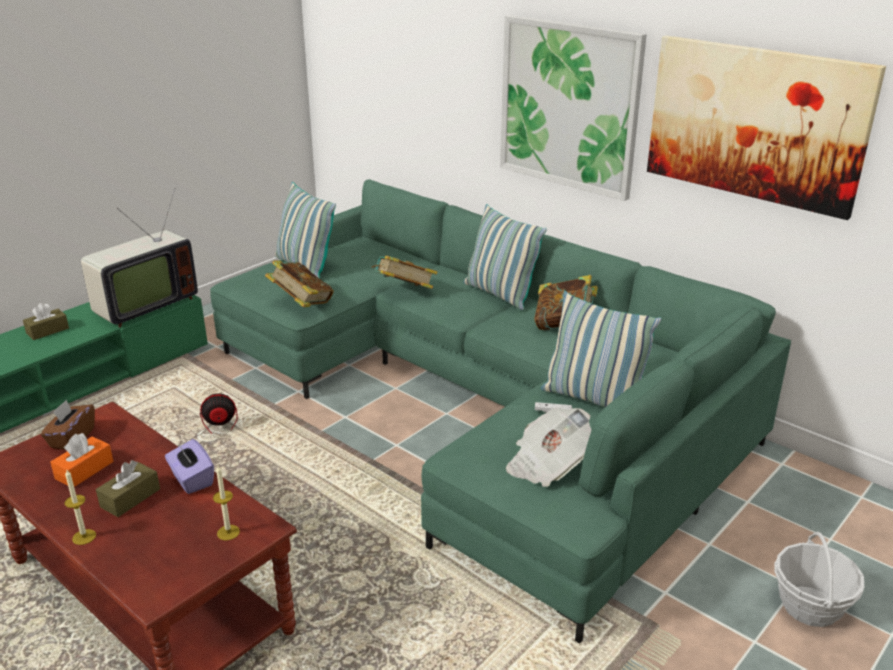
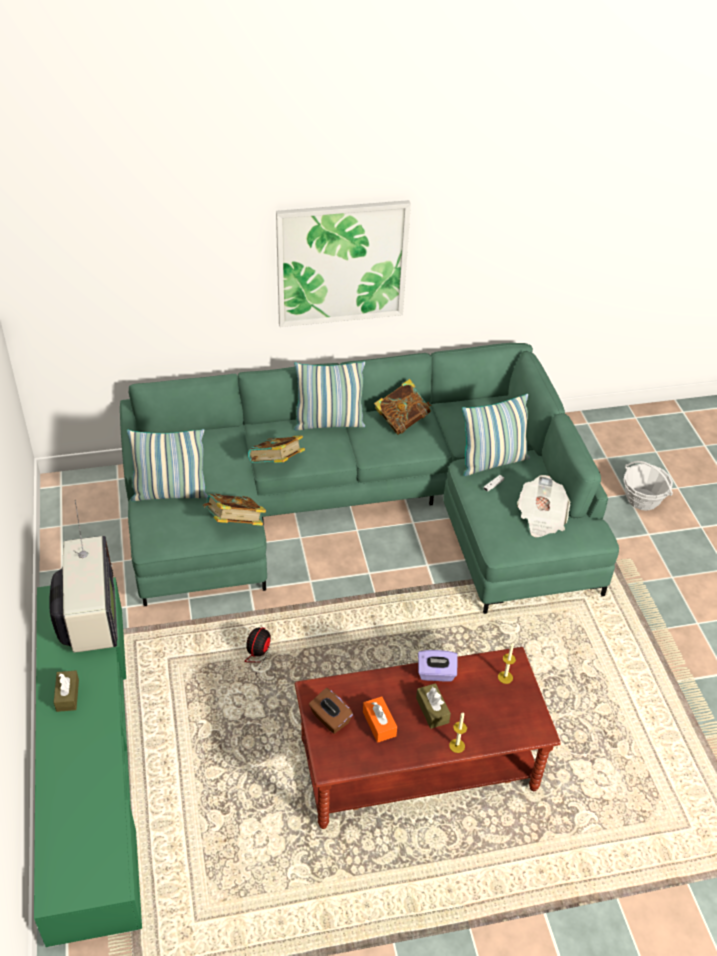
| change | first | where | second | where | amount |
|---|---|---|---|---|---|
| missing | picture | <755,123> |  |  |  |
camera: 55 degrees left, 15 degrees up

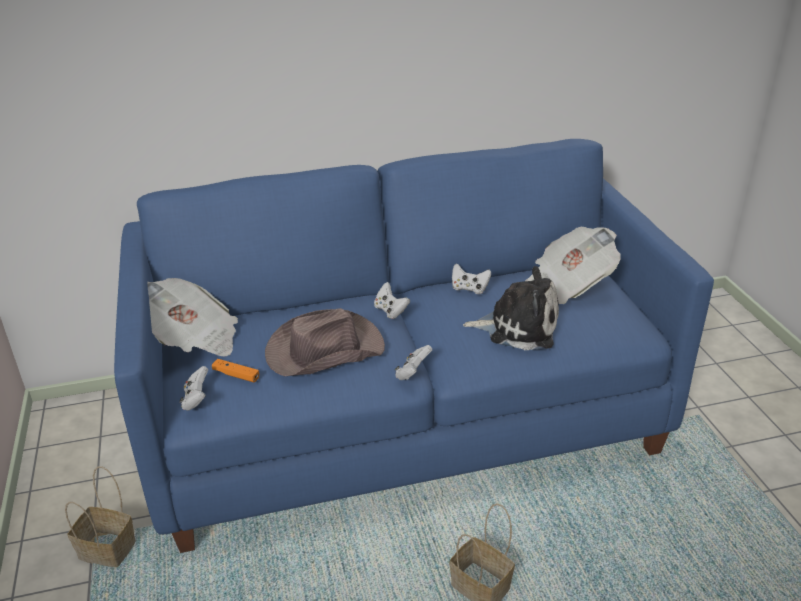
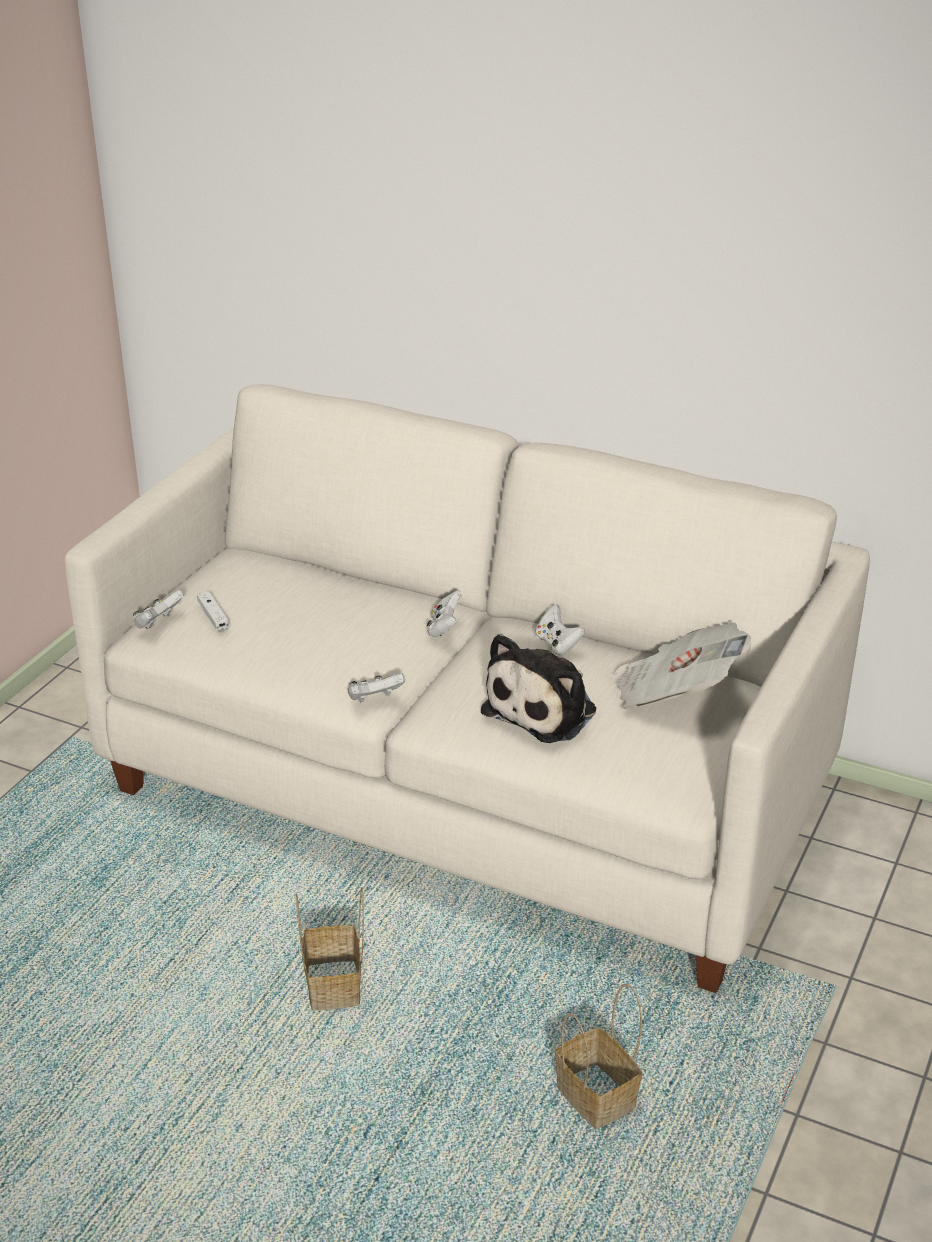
| change | first | where | second | where | amount |
|---|---|---|---|---|---|
| missing | newspaper | <193,339> |  |  |  |
| missing | hat in brown | <323,350> |  |  |  |
| relocated | basket | <109,549> |  | <598,1098> |  |
| colour | sofa in blue | <402,420> | sofa in white | <467,789> |  |
| colour | game controller in orange | <236,375> | game controller in white | <213,616> |  |
| spun | plush toy | <518,327> |  | <544,709> | 75 degrees clockwise |
camera: 40 degrees right, 0 degrees up

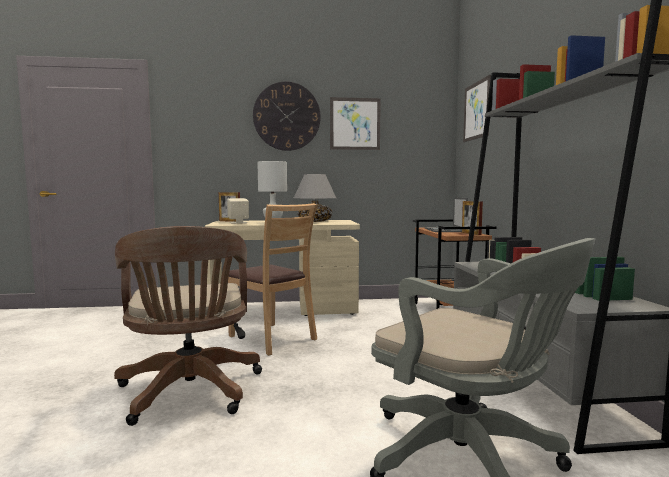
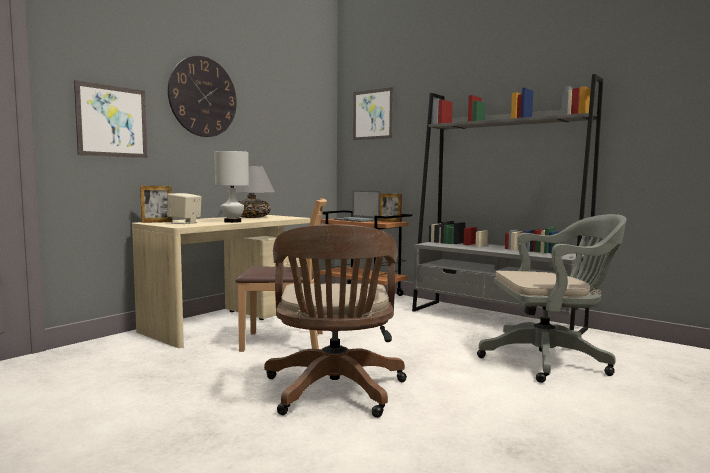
| change | first | where | second | where | amount |
|---|---|---|---|---|---|
| relocated | picture | <355,124> |  | <112,121> |  |
| spun | office chair in brown | <190,393> |  | <334,392> | 60 degrees clockwise |
camera: 45 degrees left, 0 degrees up

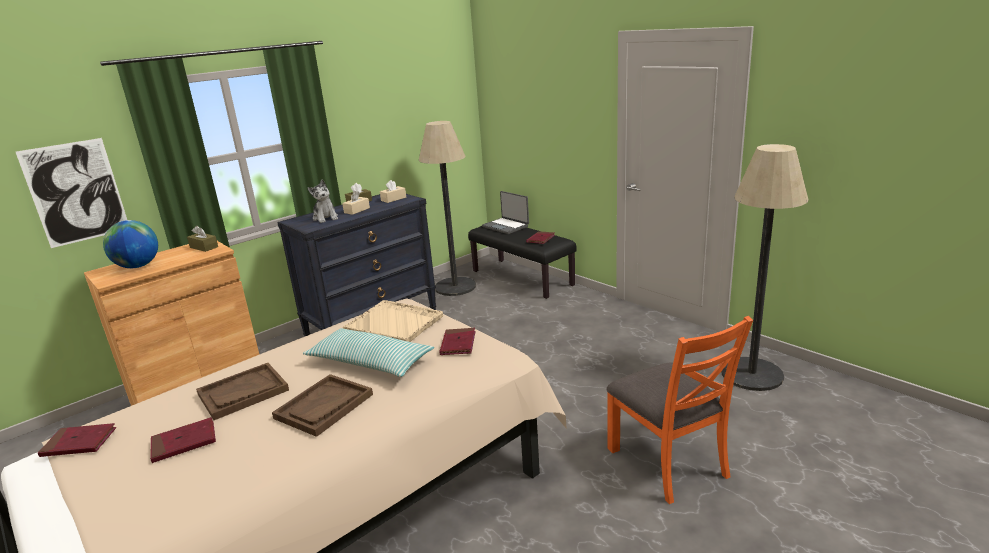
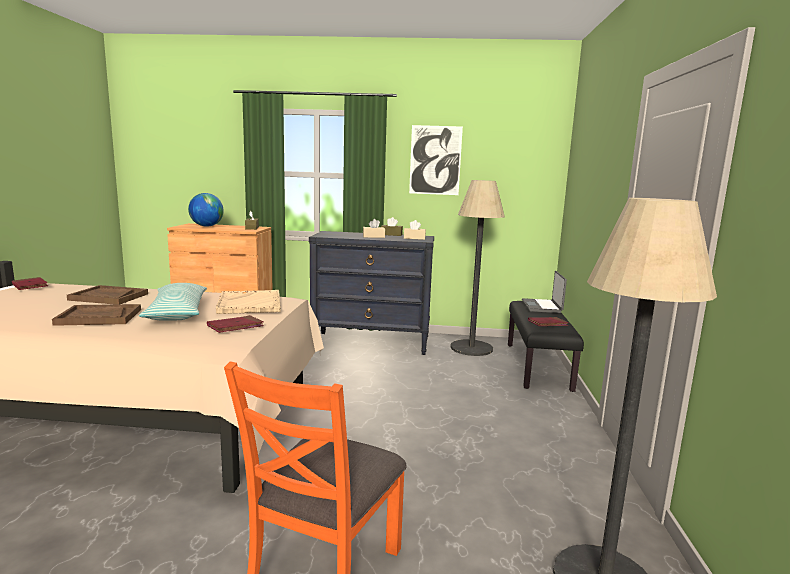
| change | first | where | second | where | amount |
|---|---|---|---|---|---|
| missing | book in red | <184,442> |  |  |  |
| missing | plush toy | <325,218> |  |  |  |
| relocated | picture | <76,192> |  | <435,160> |  |
camera: 45 degrees right, 10 degrees down

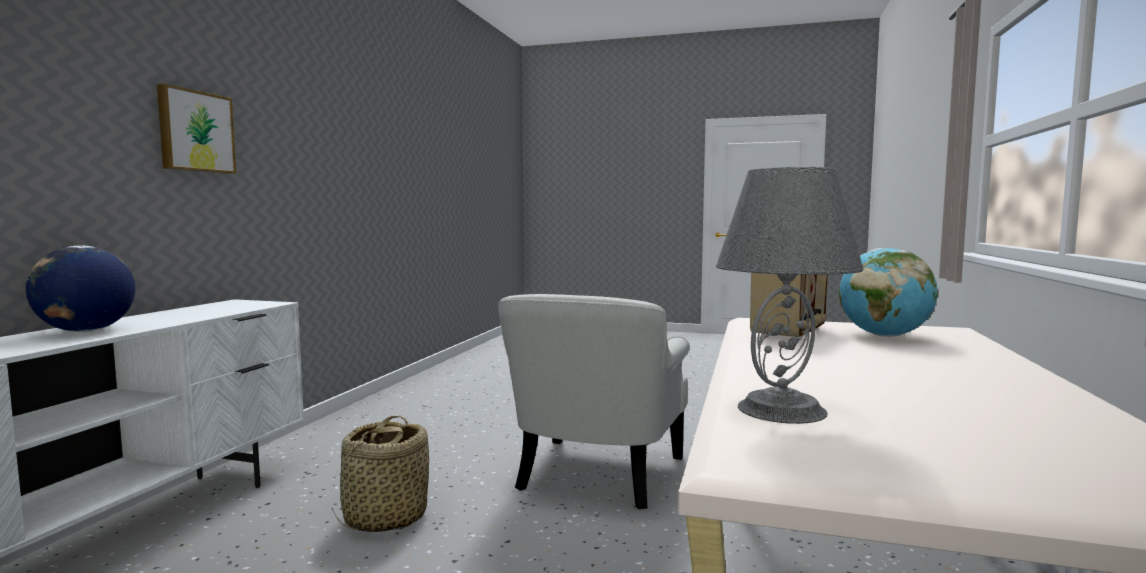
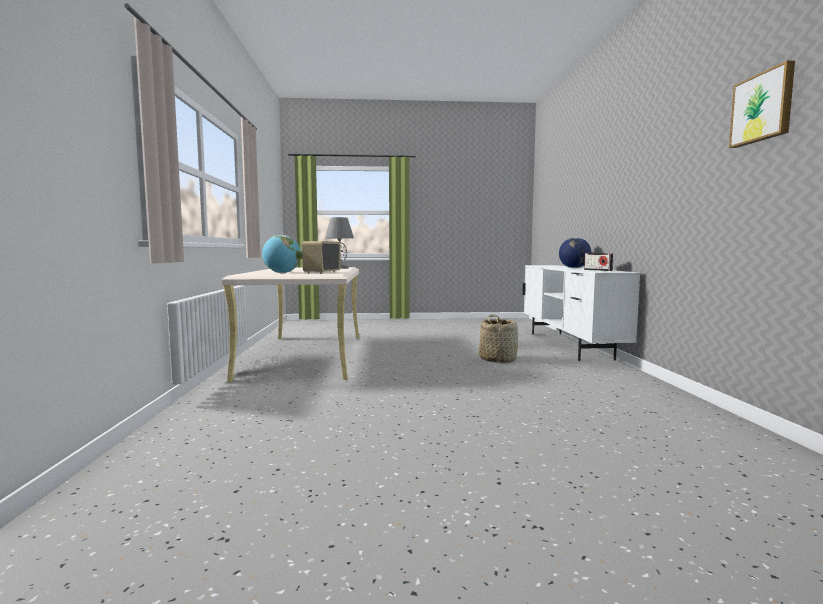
| change | first | where | second | where | amount |
|---|---|---|---|---|---|
| missing | armchair in white | <597,473> |  |  |  |
| appeared |  |  | radio | <598,270> |  |
| relocated | picture | <195,131> |  | <763,107> |  |
camera: 160 degrees right, 0 degrees up

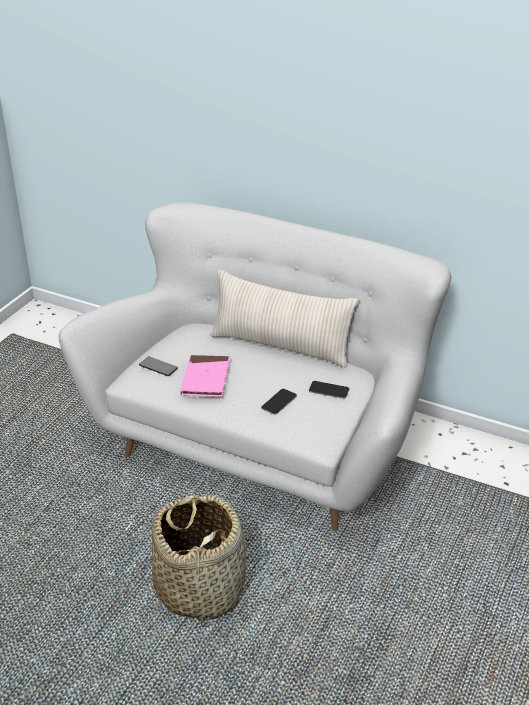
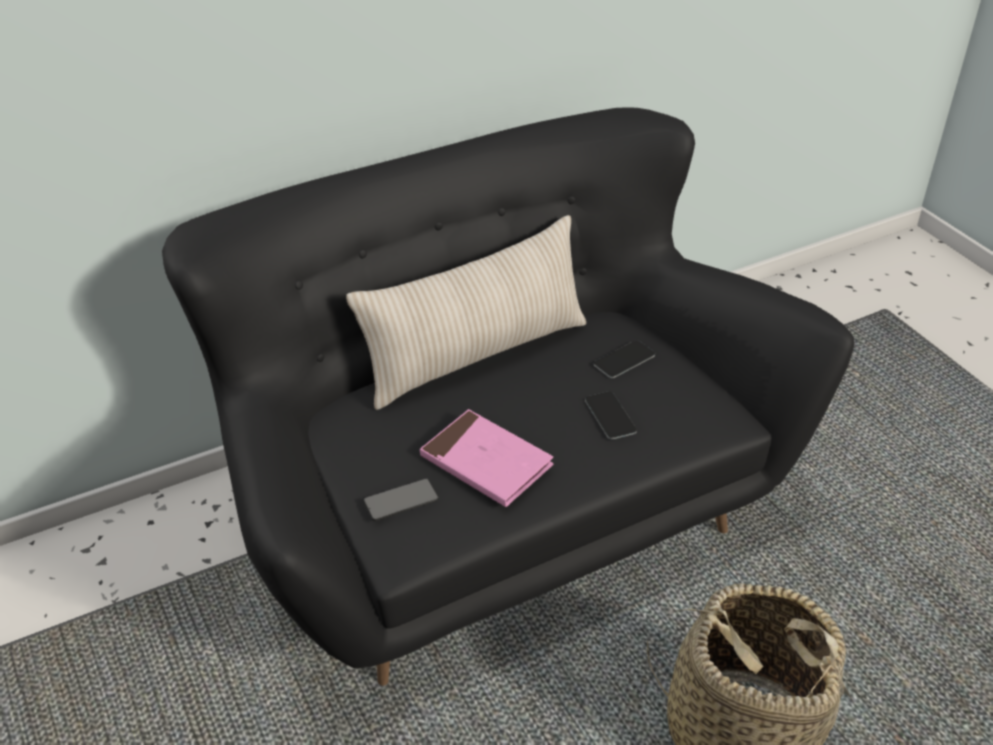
| change | first | where | second | where | amount |
|---|---|---|---|---|---|
| colour | sofa in white | <263,442> | sofa in black | <498,511> |  |
camera: 55 degrees left, 5 degrees up

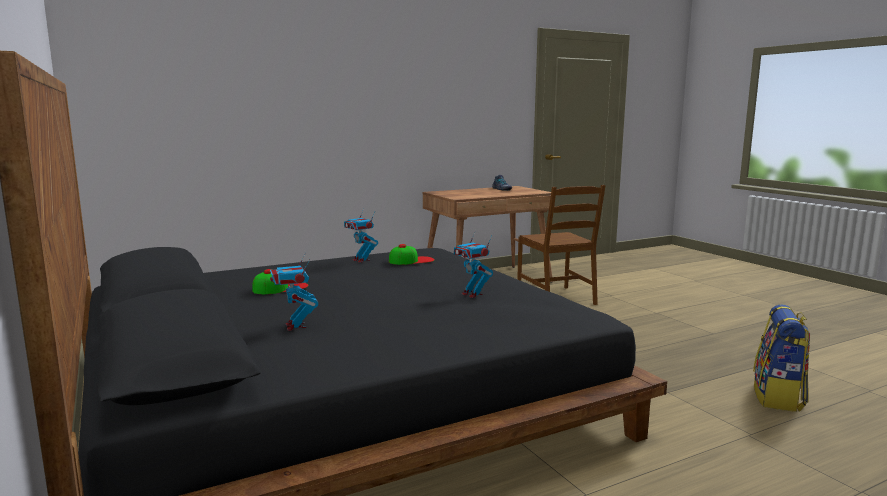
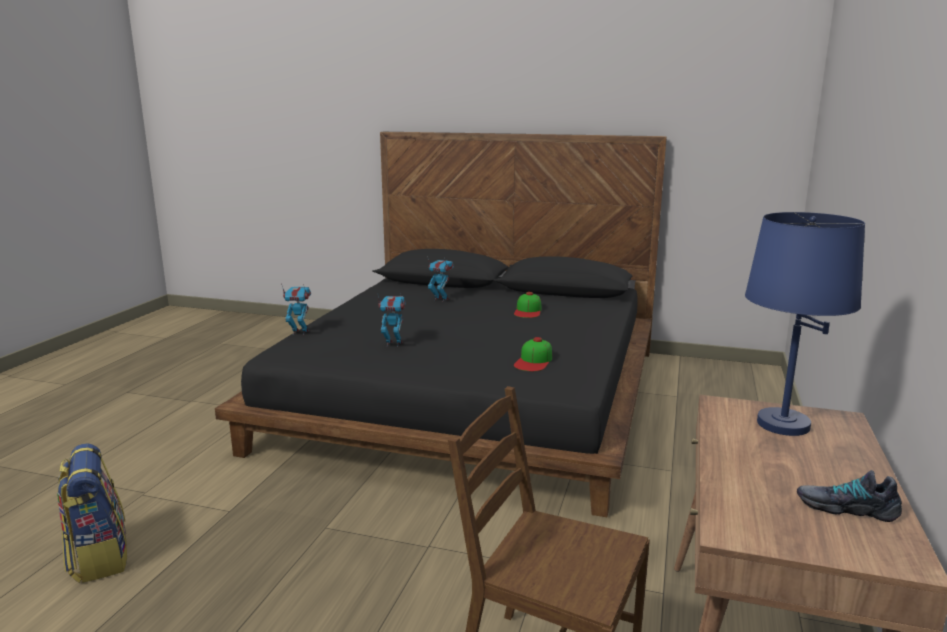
| change | first | where | second | where | amount |
|---|---|---|---|---|---|
| appeared |  |  | table lamp in blue | <782,424> |  |
| relocated | toy robot | <361,260> |  | <300,332> |  |
camera: 135 degrees right, 5 degrees up

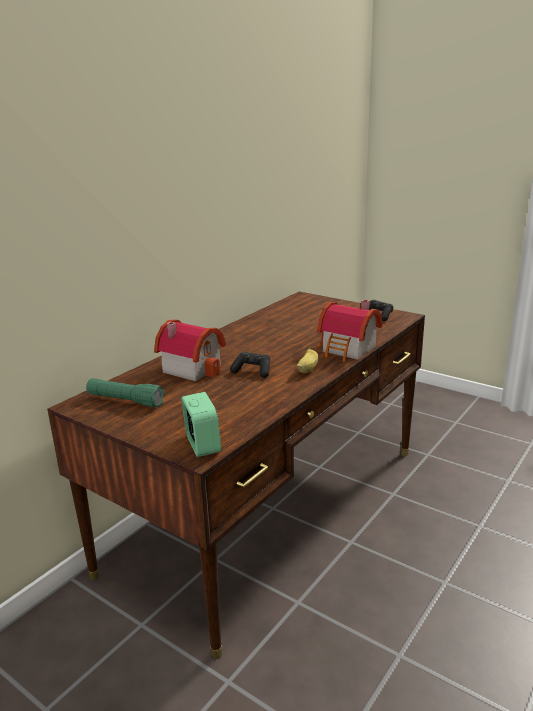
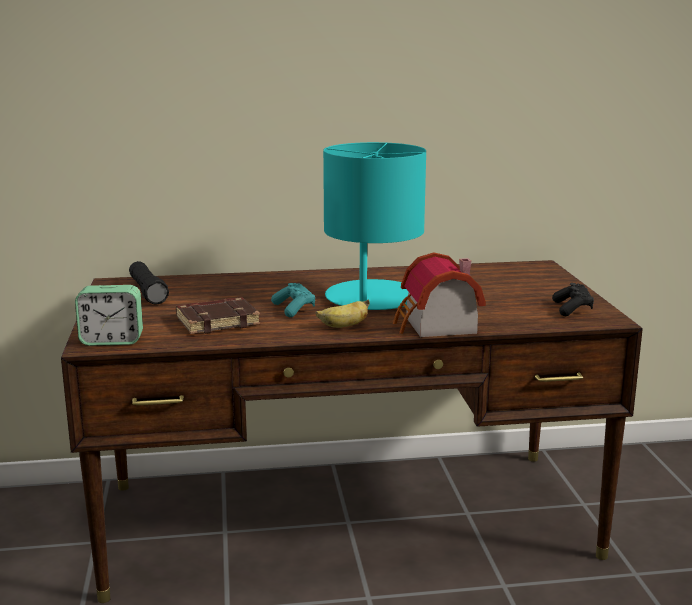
| change | first | where | second | where | amount |
|---|---|---|---|---|---|
| missing | toy house | <193,367> |  |  |  |
| appeared |  |  | book in brown | <218,321> |  |
| appeared |  |  | table lamp in turquoise | <373,298> |  |
| colour | flashlight in green | <125,401> | flashlight in black | <147,292> |  |
| colour | game controller in black | <252,371> | game controller in turquoise | <294,309> |  |
| spun | alarm clock | <202,445> |  | <112,341> | 60 degrees clockwise |
camera: 45 degrees right, 5 degrees down

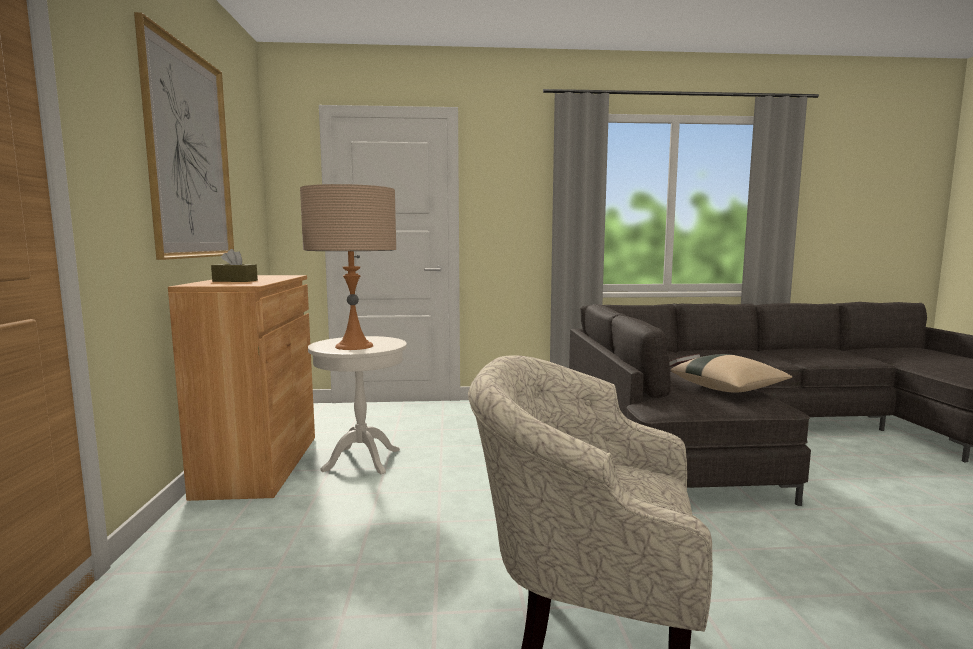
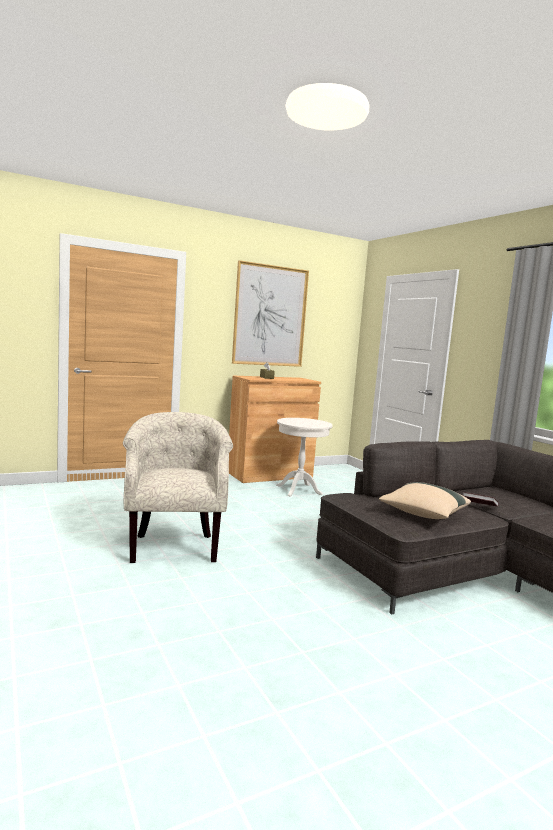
| change | first | where | second | where | amount |
|---|---|---|---|---|---|
| missing | table lamp in beige | <354,346> |  |  |  |
camera: 65 degrees right, 0 degrees up

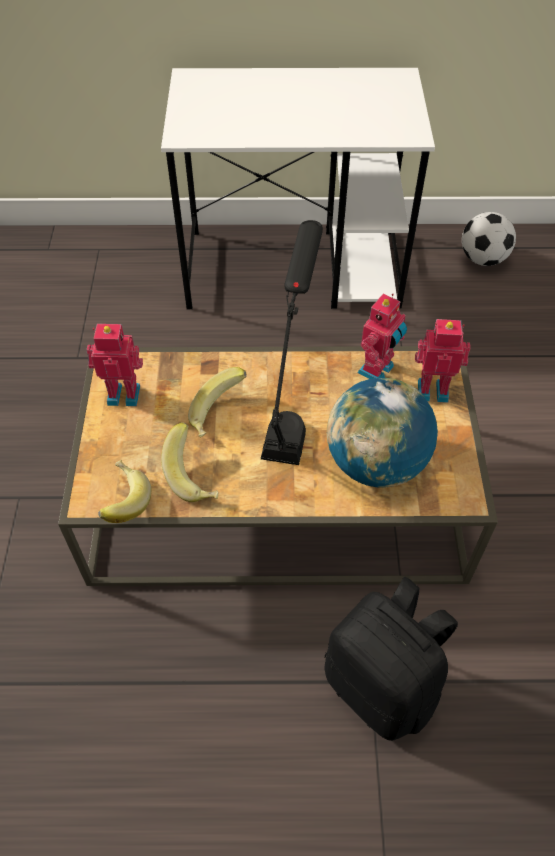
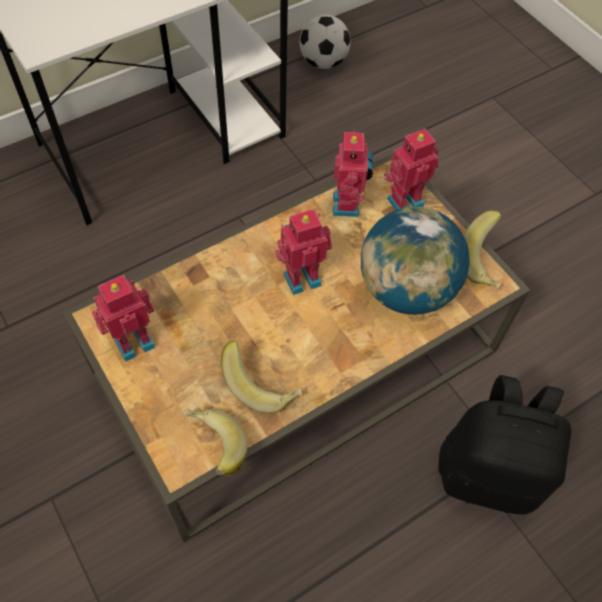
| change | first | where | second | where | amount |
|---|---|---|---|---|---|
| relocated | banana | <219,415> |  | <484,262> |  |
| exchanged | table lamp in black | <291,409> | toy robot | <301,277> |  |
camera: 35 degrees left, 5 degrees up

